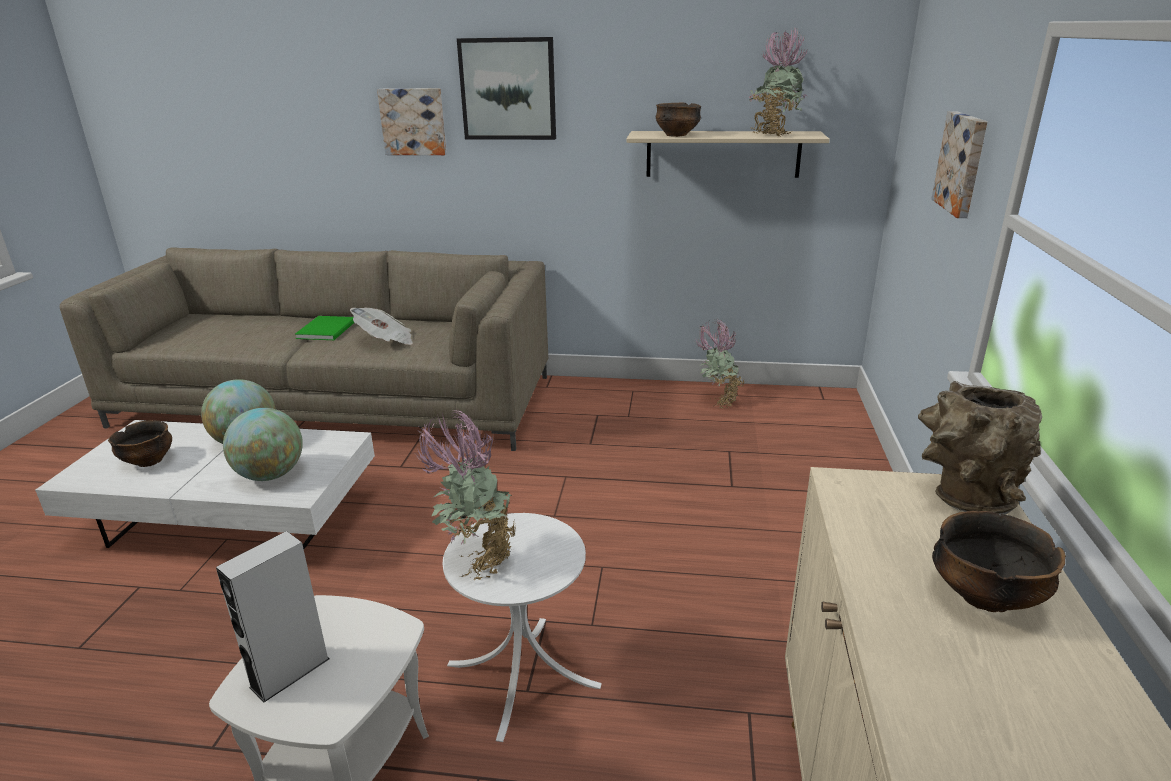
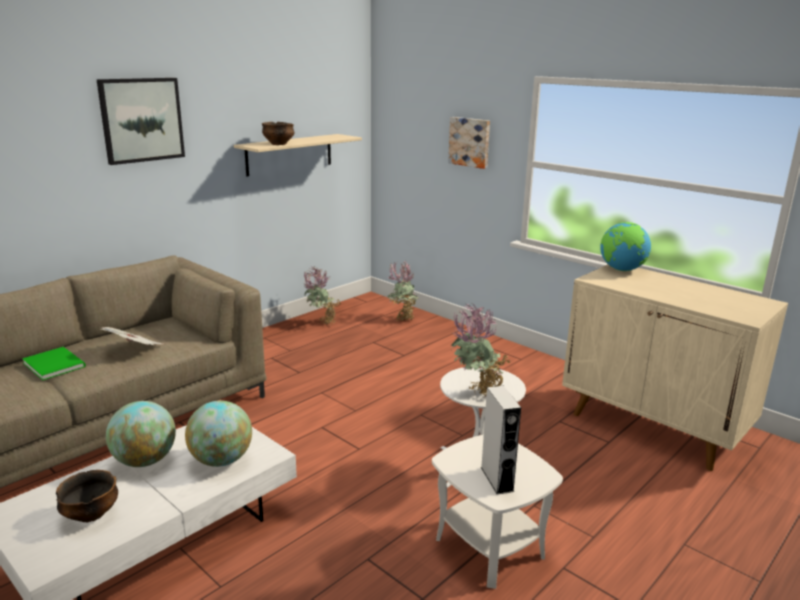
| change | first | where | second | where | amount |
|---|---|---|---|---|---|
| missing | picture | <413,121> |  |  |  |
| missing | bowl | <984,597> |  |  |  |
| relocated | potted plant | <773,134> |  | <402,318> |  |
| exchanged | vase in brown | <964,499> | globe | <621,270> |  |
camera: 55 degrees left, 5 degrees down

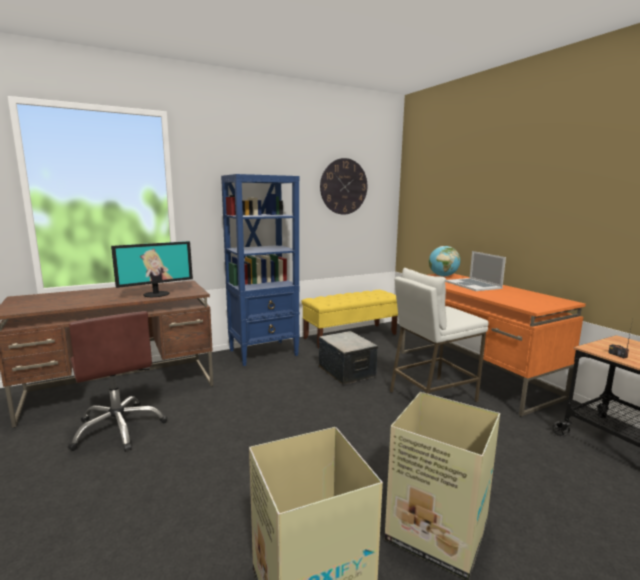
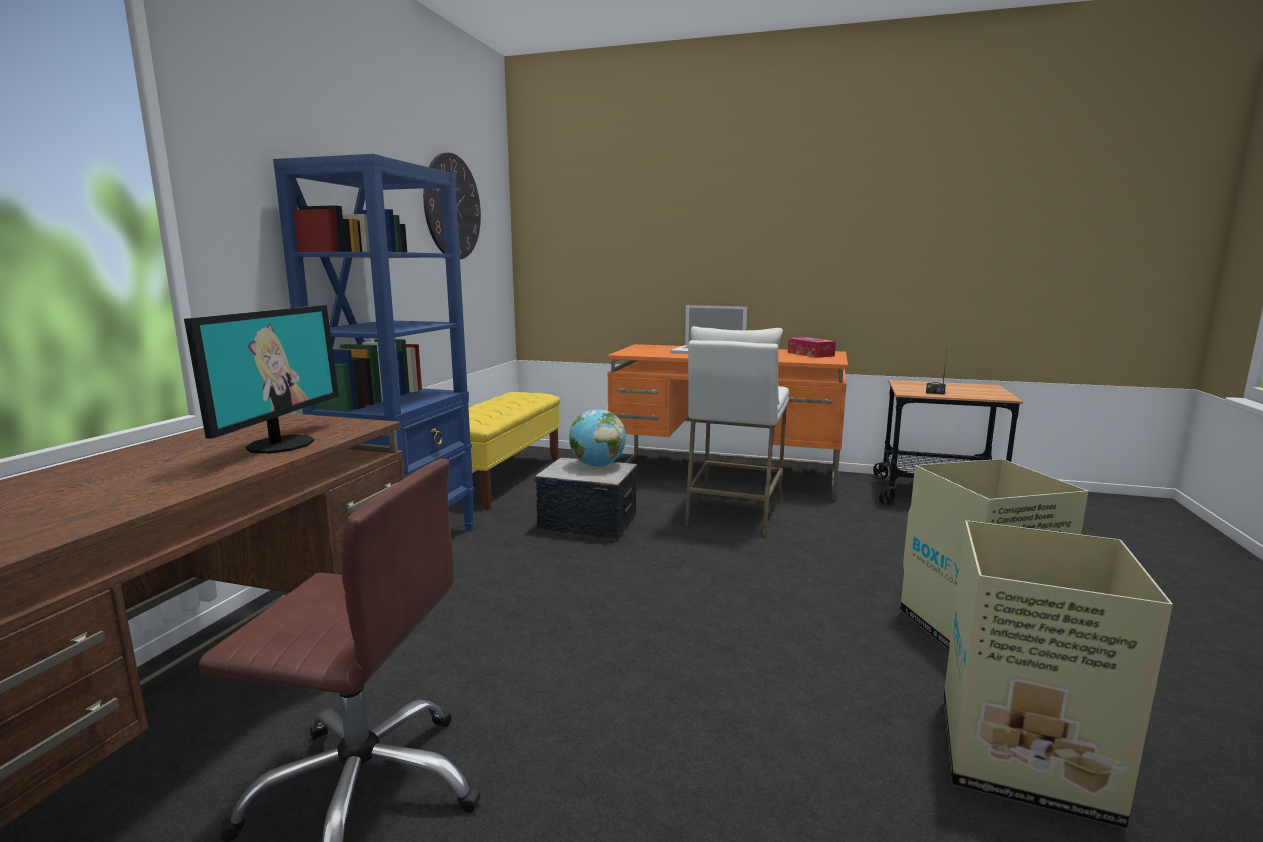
| change | first | where | second | where | amount |
|---|---|---|---|---|---|
| appeared |  |  | tissue box | <810,354> |  |
| relocated | globe | <443,276> |  | <597,465> |  |
camera: 45 degrees left, 0 degrees up

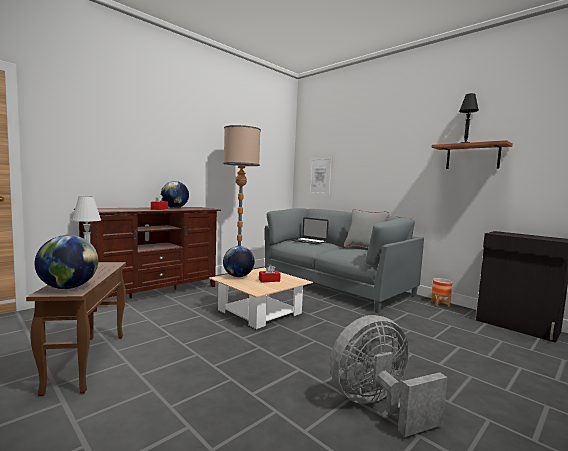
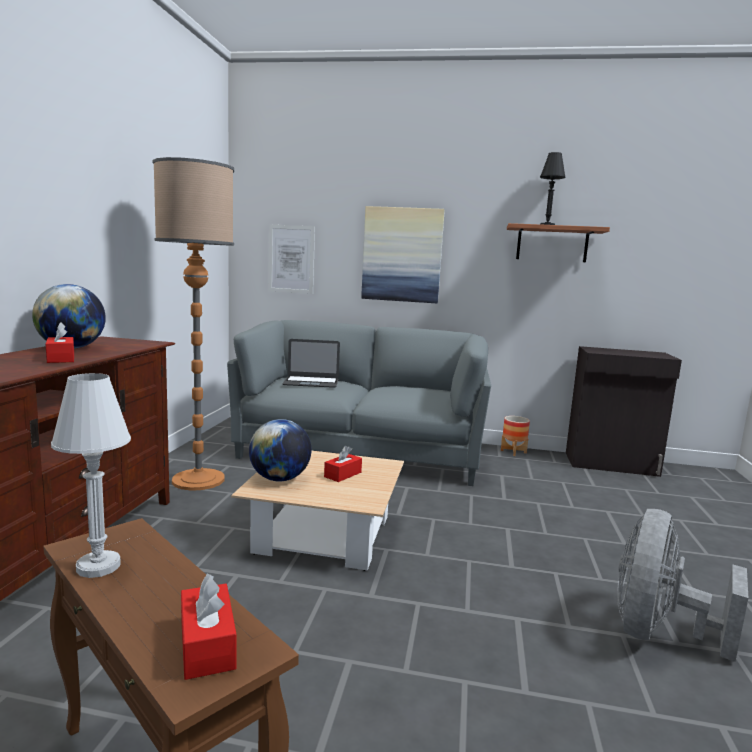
| change | first | where | second | where | amount |
|---|---|---|---|---|---|
| missing | pillow in grey | <364,249> |  |  |  |
| appeared |  |  | picture | <402,255> |  |
| exchanged | globe | <68,287> | tissue box in red | <207,645> |  |
camera: 35 degrees left, 5 degrees up

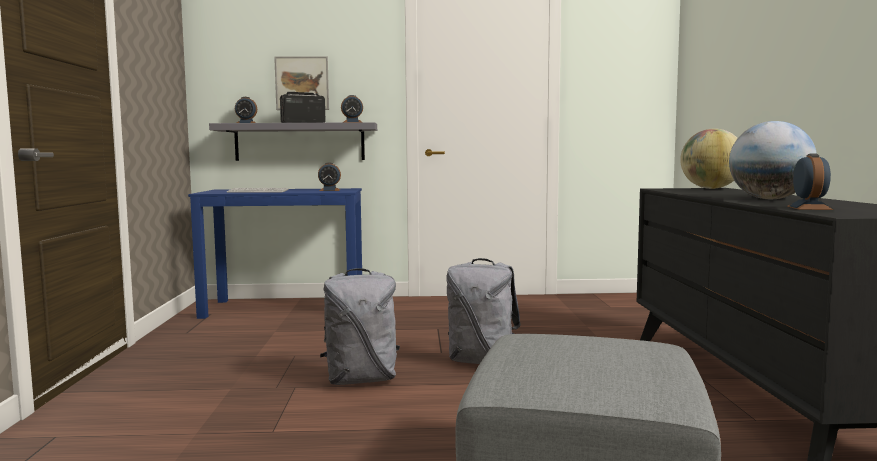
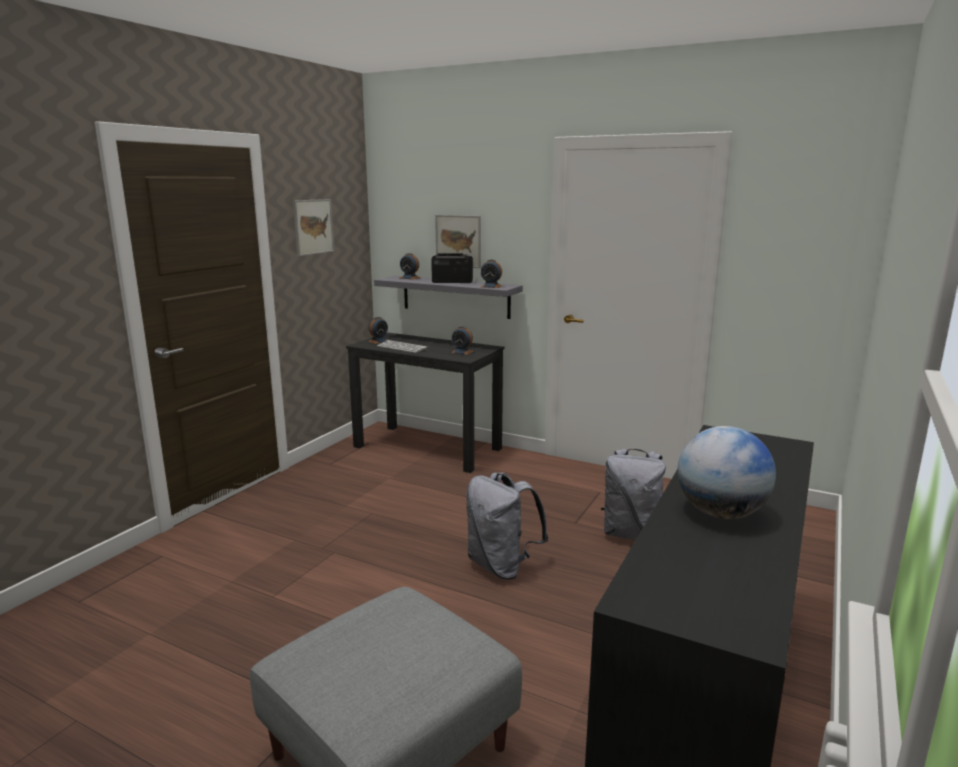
| change | first | where | second | where | amount |
|---|---|---|---|---|---|
| missing | globe | <710,188> |  |  |  |
| appeared |  |  | picture | <313,227> |  |
| relocated | backpack in grey | <361,380> |  | <631,534> |  |
| relocated | alarm clock | <809,208> |  | <378,341> |  |
| colour | desk in blue | <285,308> | desk in black | <428,448> |  |
camera: 30 degrees right, 10 degrees up

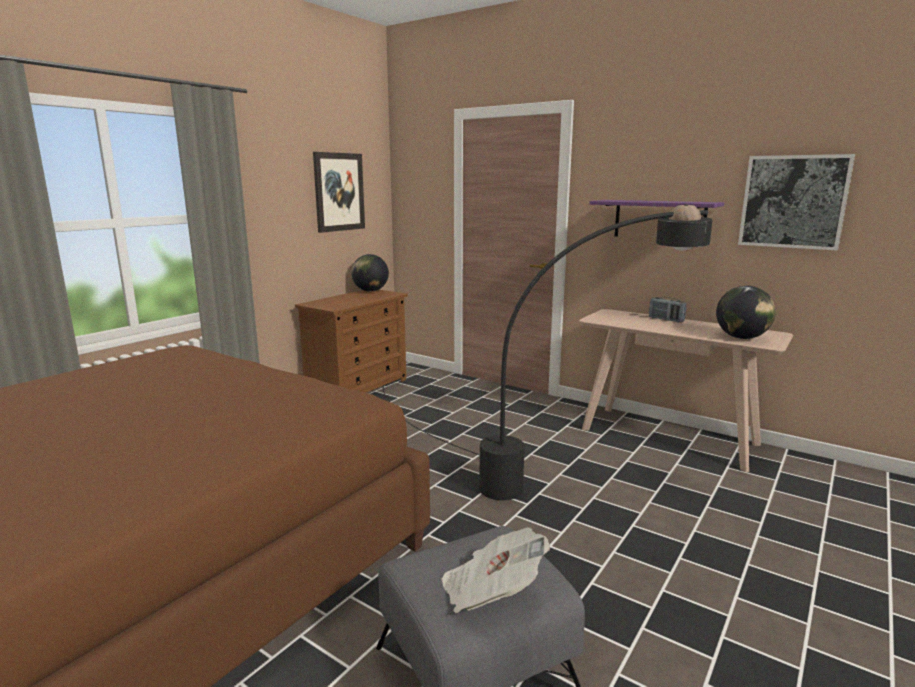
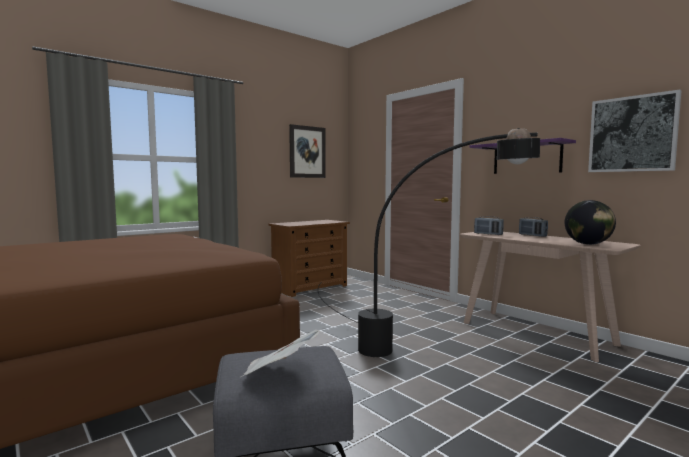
| change | first | where | second | where | amount |
|---|---|---|---|---|---|
| missing | globe | <370,291> |  |  |  |
| appeared |  |  | radio | <488,234> |  |
camera: 15 degrees right, 10 degrees down

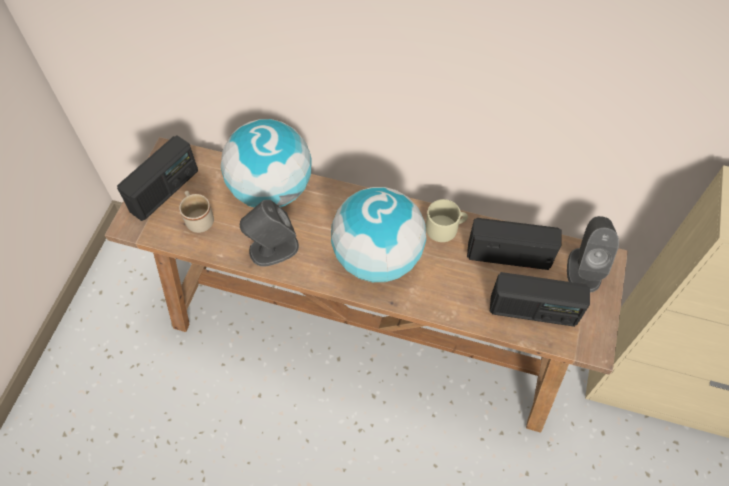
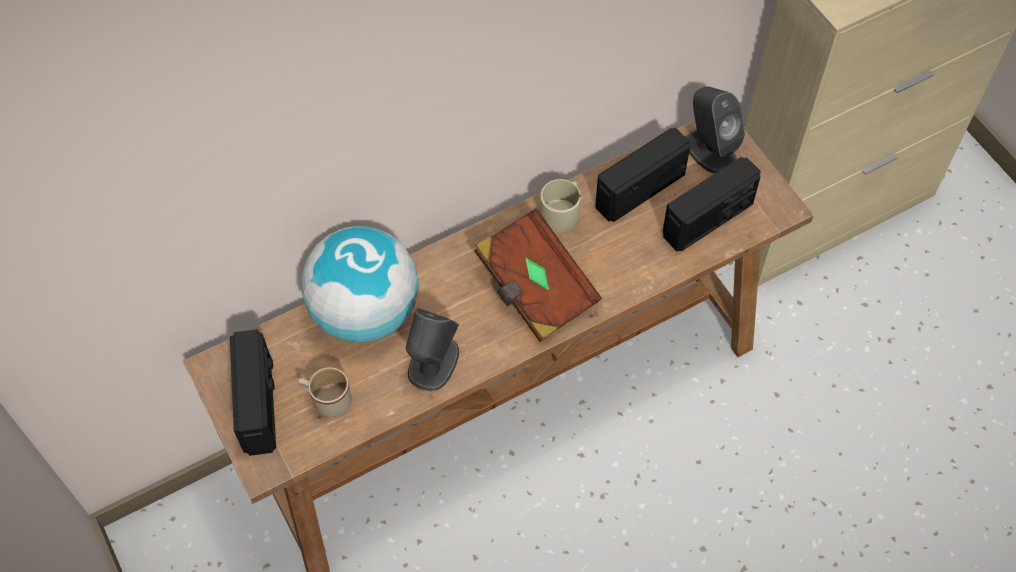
| change | first | where | second | where | amount |
|---|---|---|---|---|---|
| exchanged | globe | <377,258> | book in brown | <535,289> |  |
camera: 45 degrees left, 0 degrees up

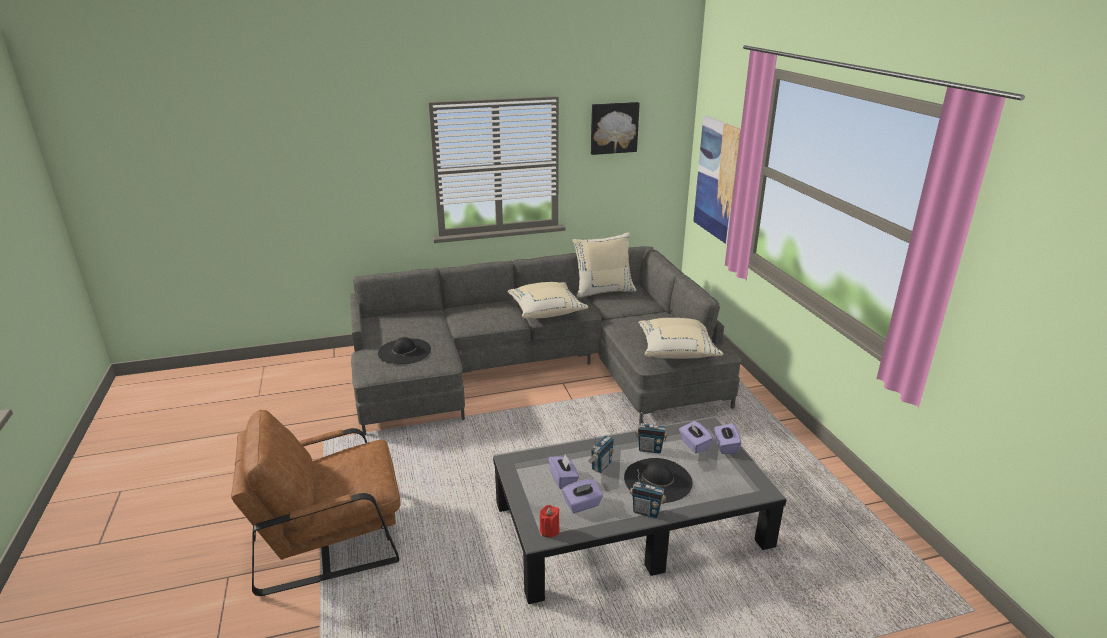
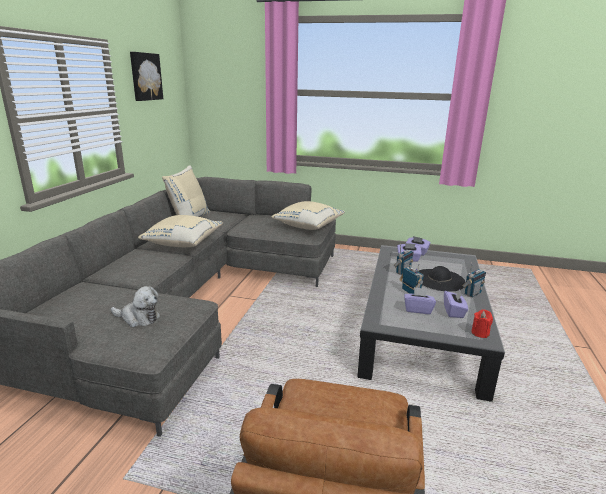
| change | first | where | second | where | amount |
|---|---|---|---|---|---|
| missing | picture | <719,179> |  |  |  |
| exchanged | hat in black | <404,351> | plush toy | <138,318> |  |
camera: 60 degrees left, 5 degrees down

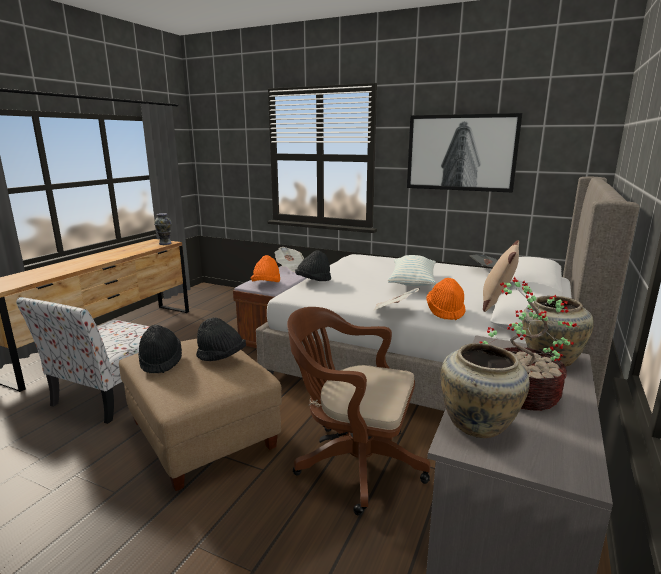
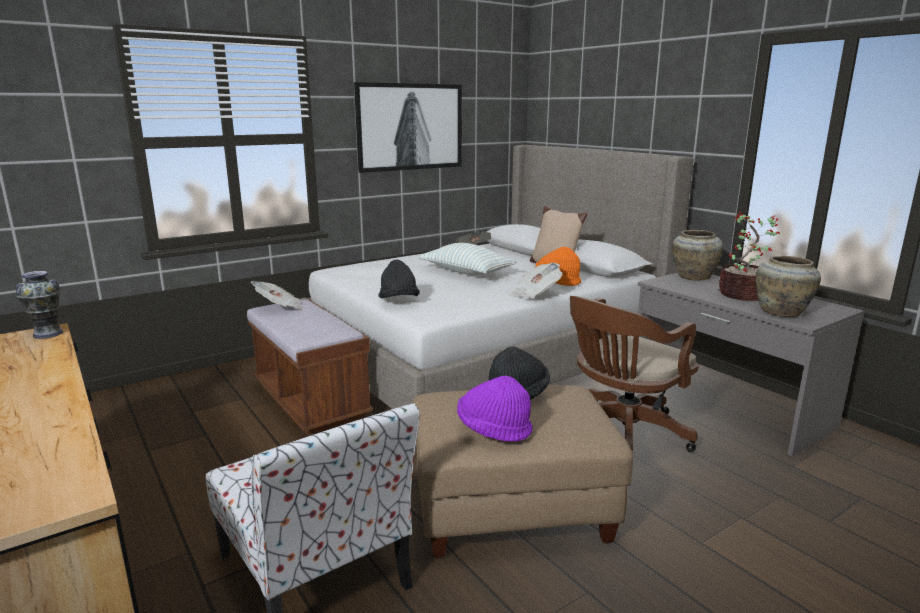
| change | first | where | second | where | amount |
|---|---|---|---|---|---|
| missing | hat in orange | <266,284> |  |  |  |
| colour | hat in black | <161,362> | hat in purple | <493,430> |  |
camera: 60 degrees left, 0 degrees up

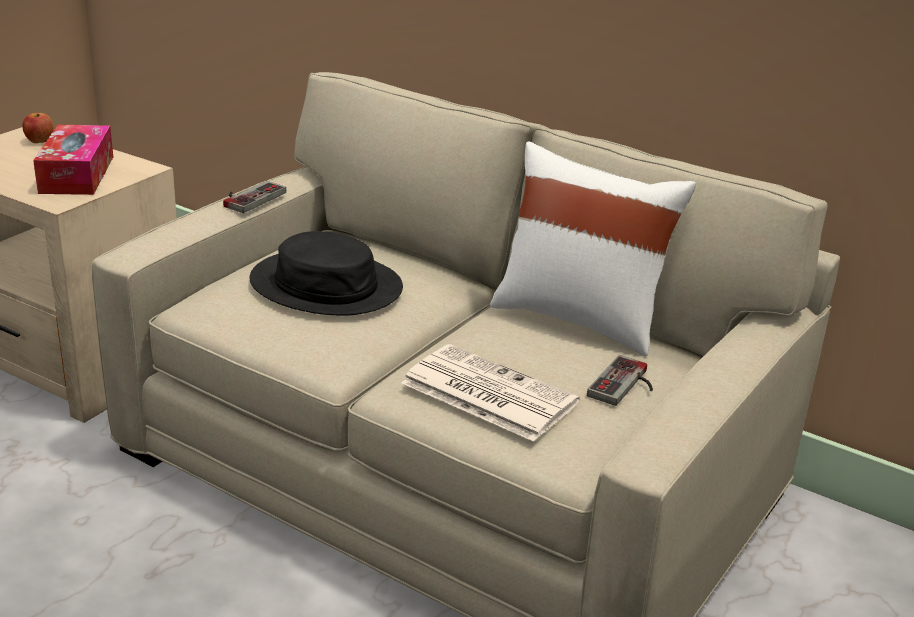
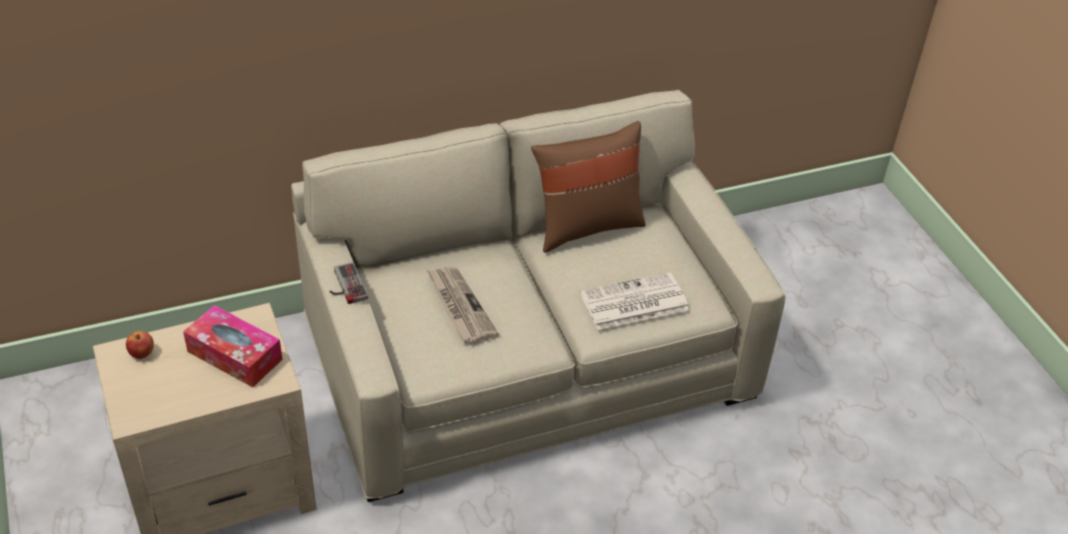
| change | first | where | second | where | amount |
|---|---|---|---|---|---|
| missing | game controller | <626,386> |  |  |  |
| exchanged | hat in black | <326,286> | newspaper | <459,306> |  |
| colour | pillow in white | <580,318> | pillow in brown | <586,226> |  |
camera: 55 degrees left, 15 degrees up

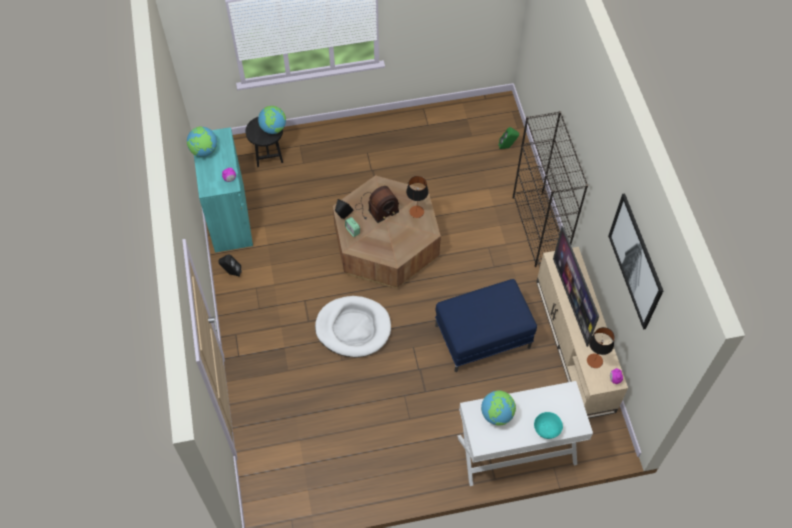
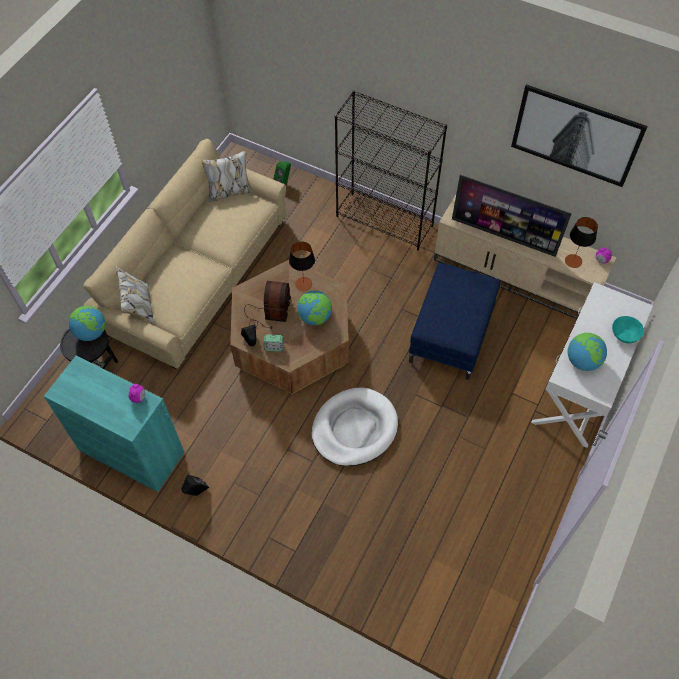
| change | first | where | second | where | amount |
|---|---|---|---|---|---|
| appeared |  |  | sofa in beige | <197,274> |  |
| relocated | globe | <204,151> |  | <315,317> |  |
camera: 50 degrees left, 0 degrees up

